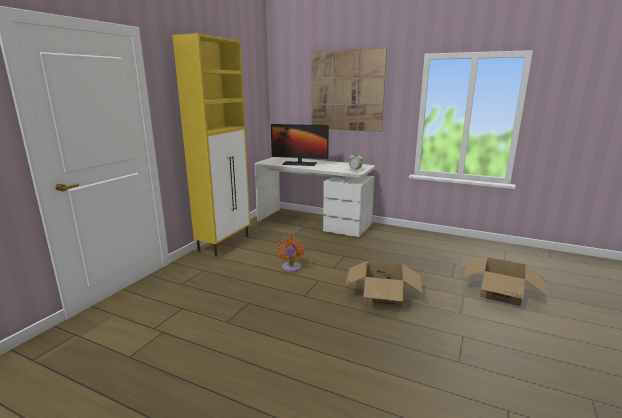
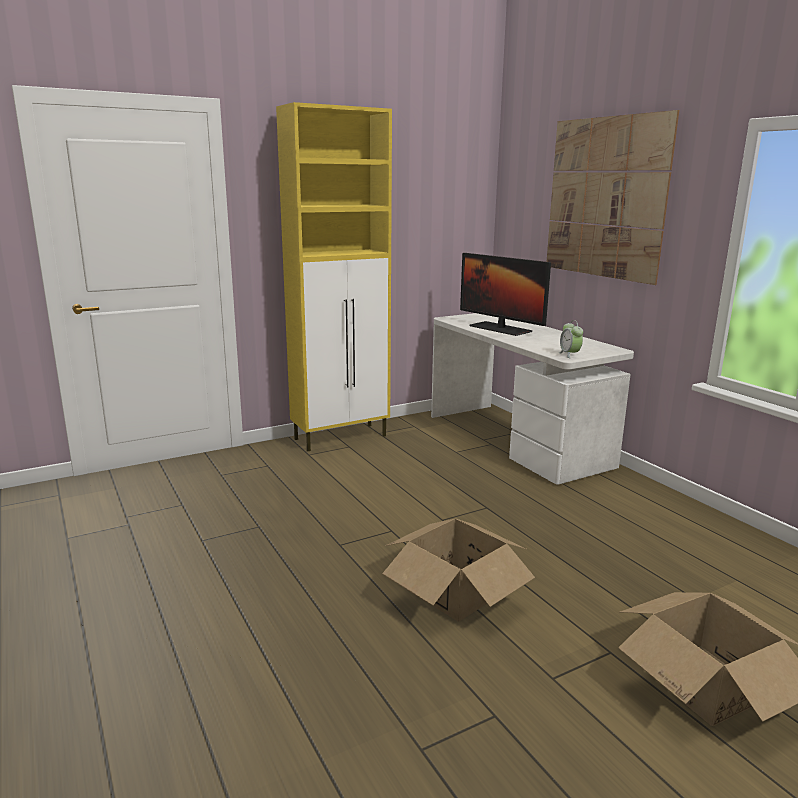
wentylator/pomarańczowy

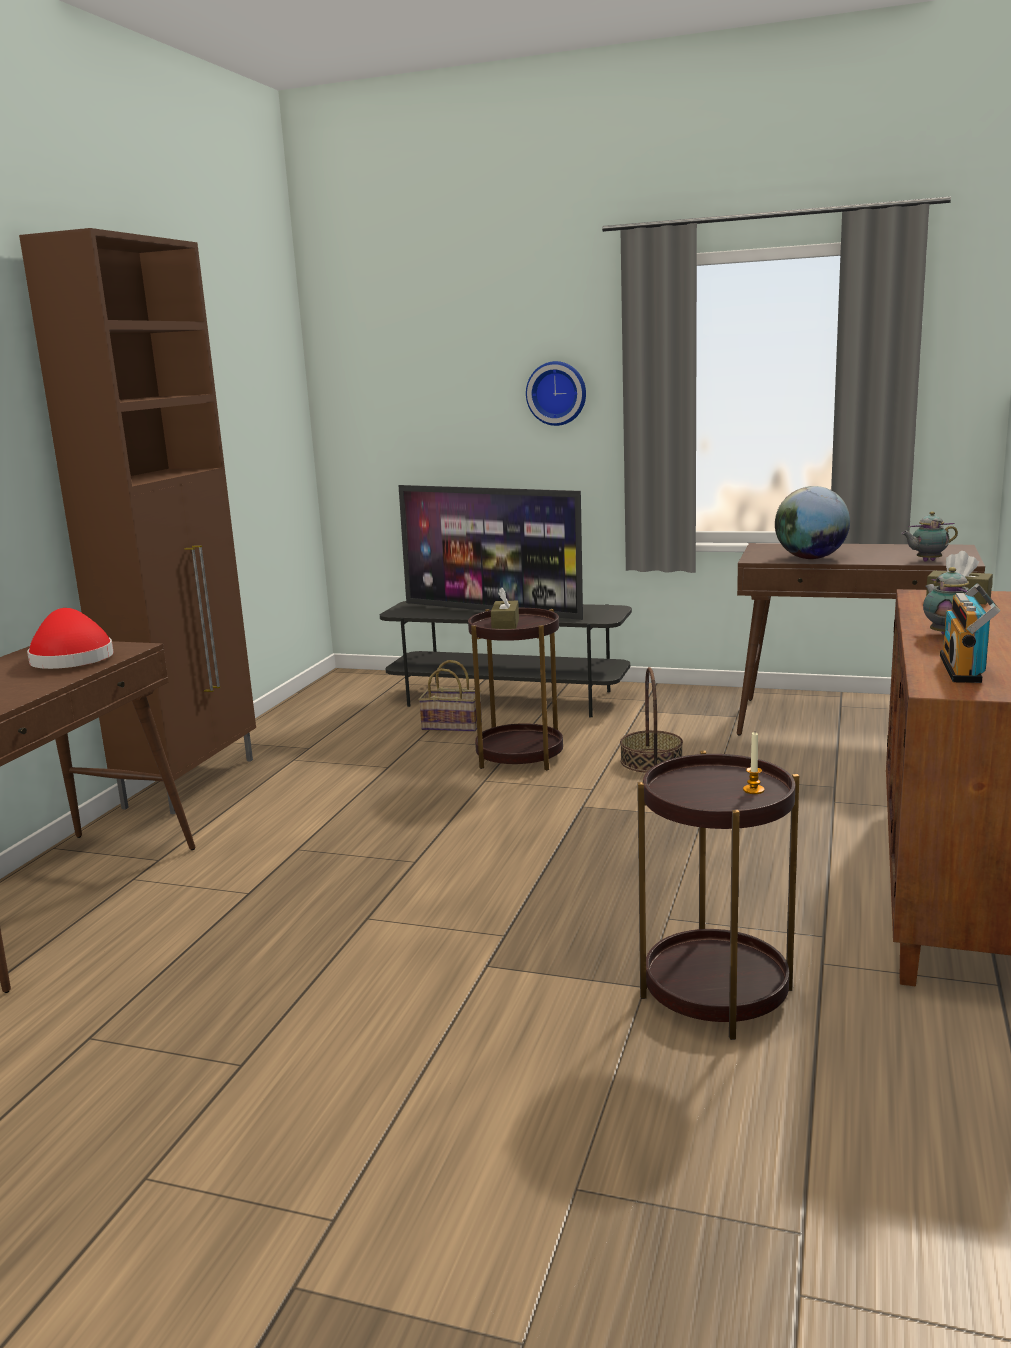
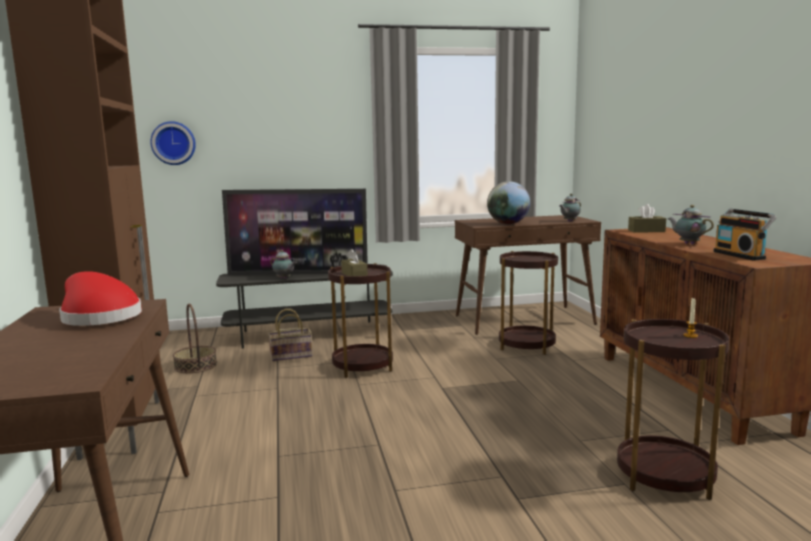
zegar ścienny; koszyk (1st from left); imbryk (1st from left); stolik/brązowy (2nd from left)

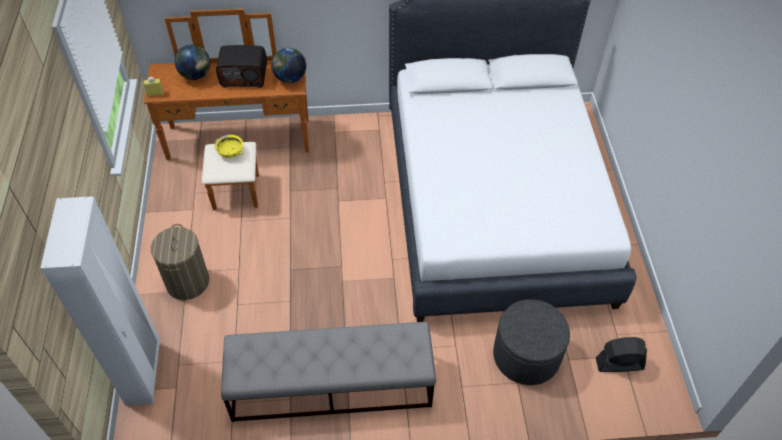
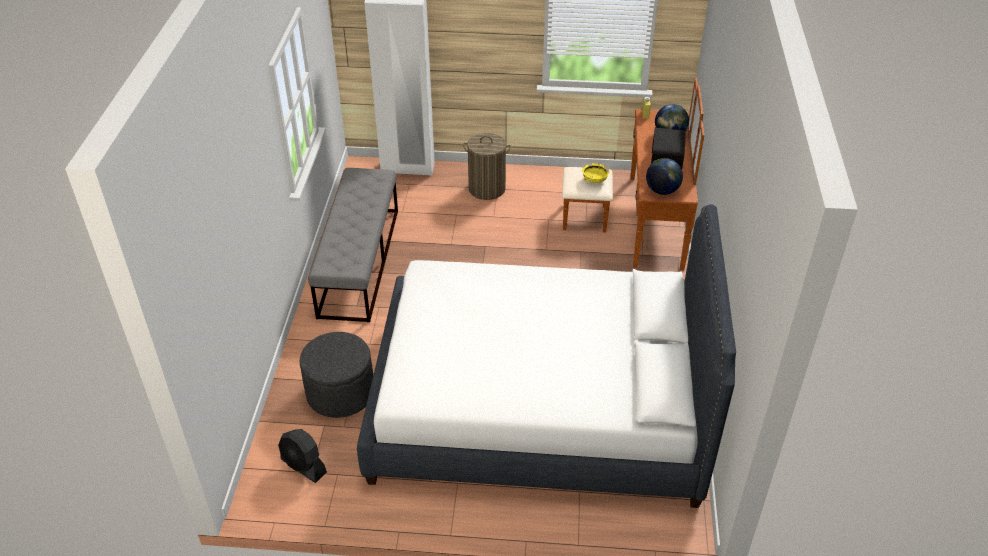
wentylator/czarny

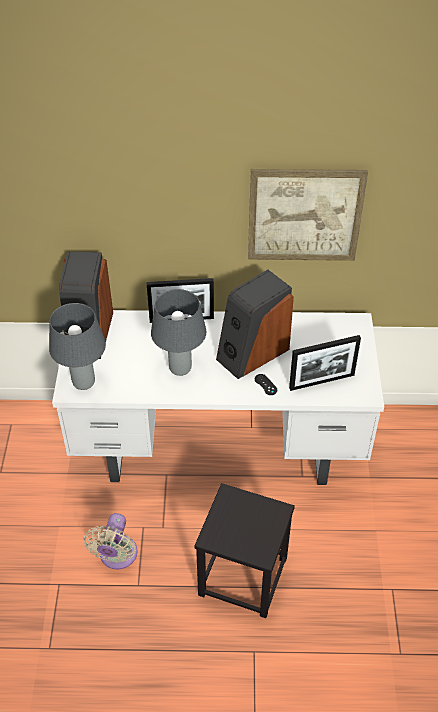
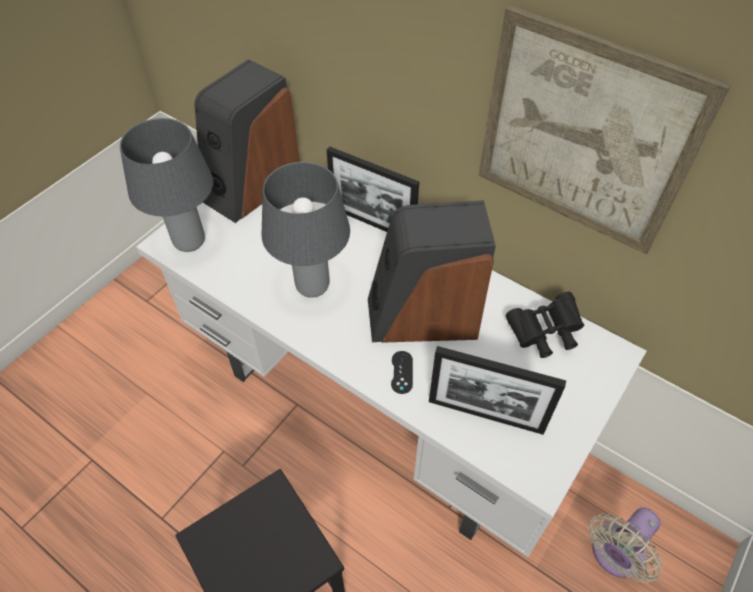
lornetka/czarny; wentylator/beżowy

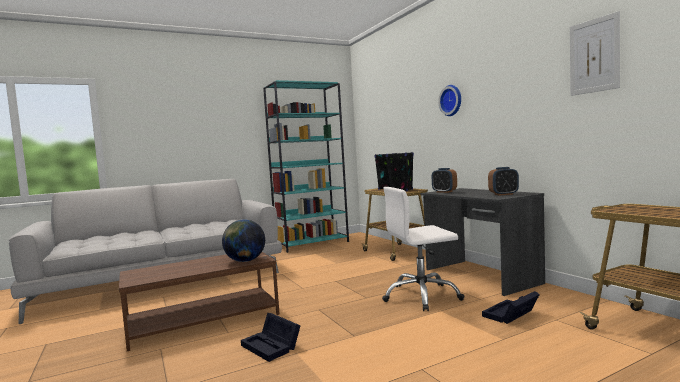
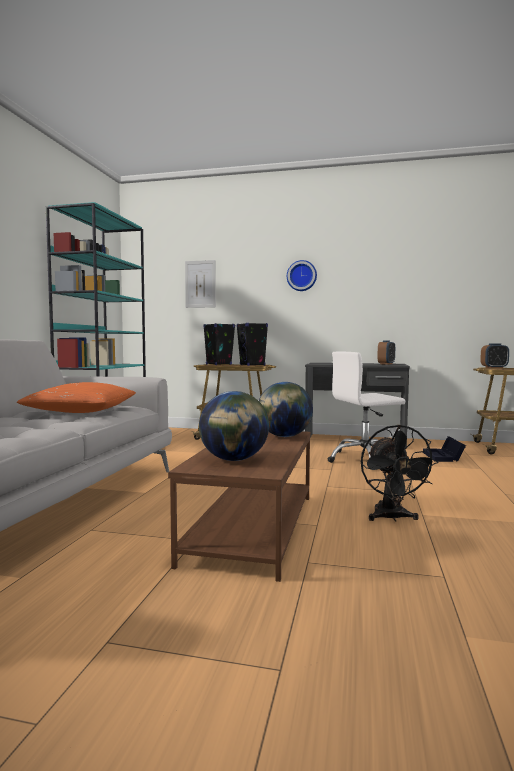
poduszka/pomarańczowy; obraz; globus (1st from left); krzesło biurowe/biały; wentylator/czarny; budzik (2nd from left)

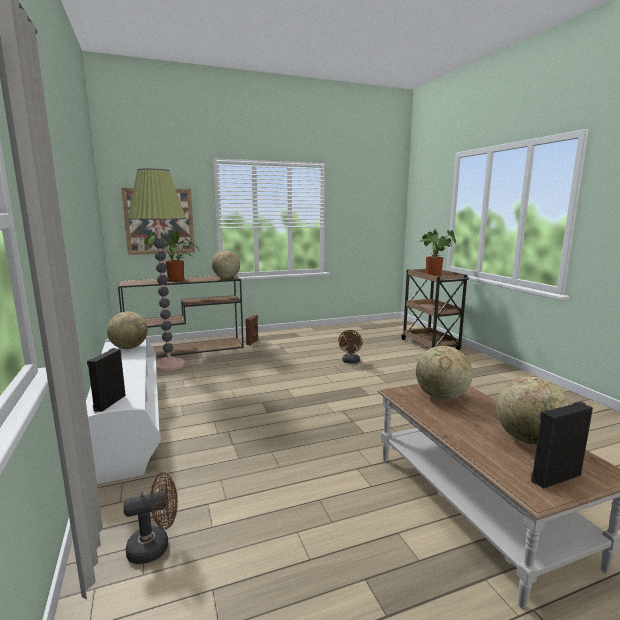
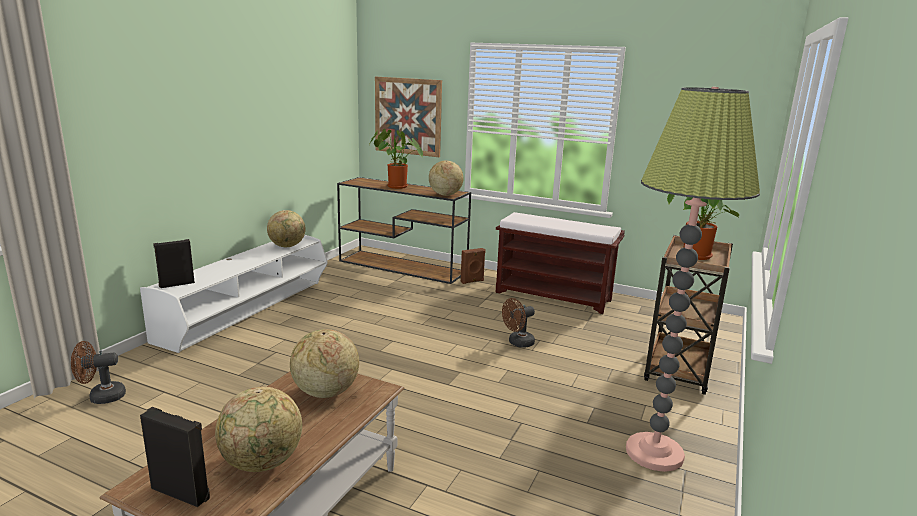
wentylator/brązowy (1st from left); ławka/brązowy; lampa stojąca

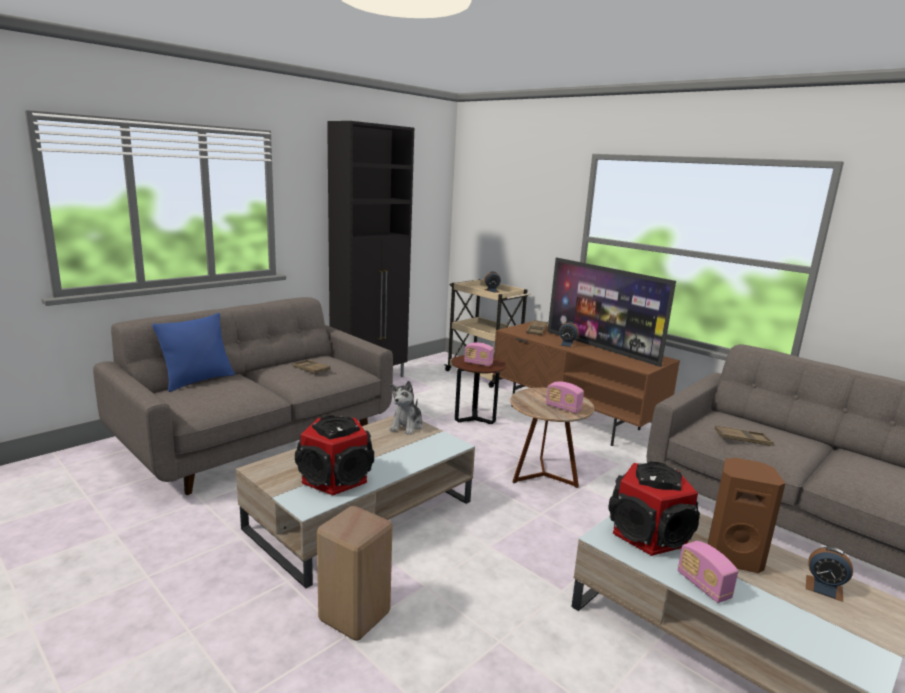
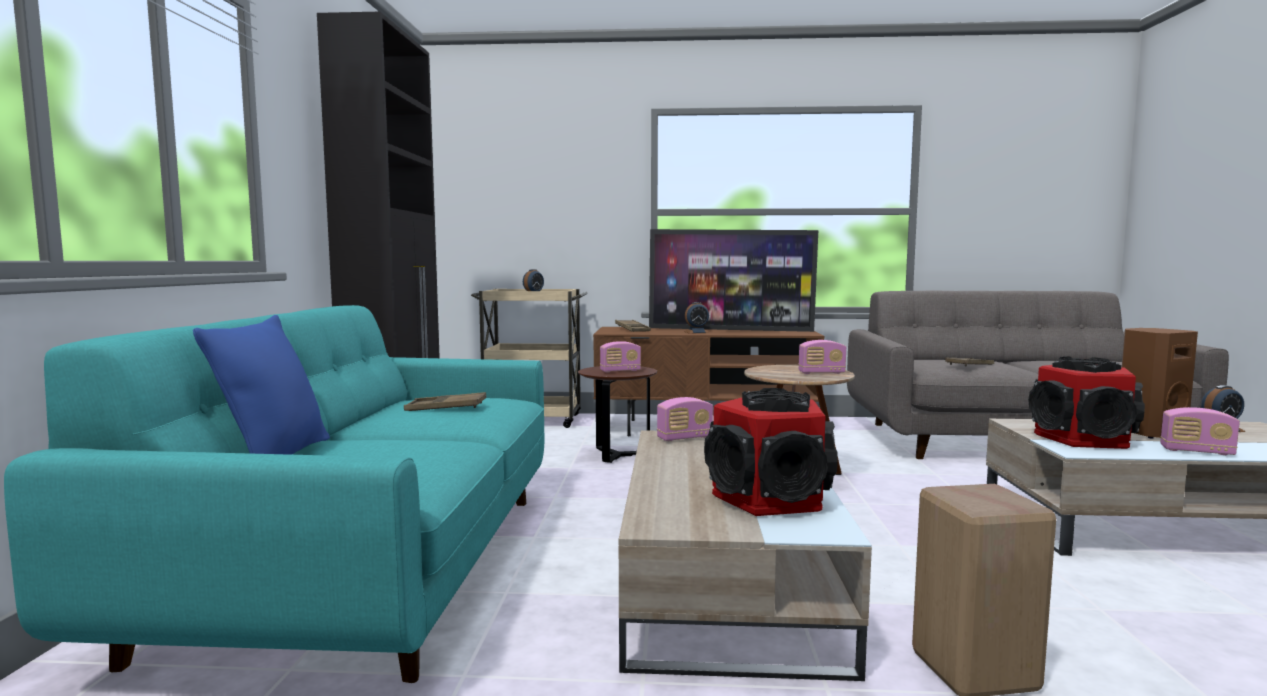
kanapa/turkusowy; radio (2nd from left)

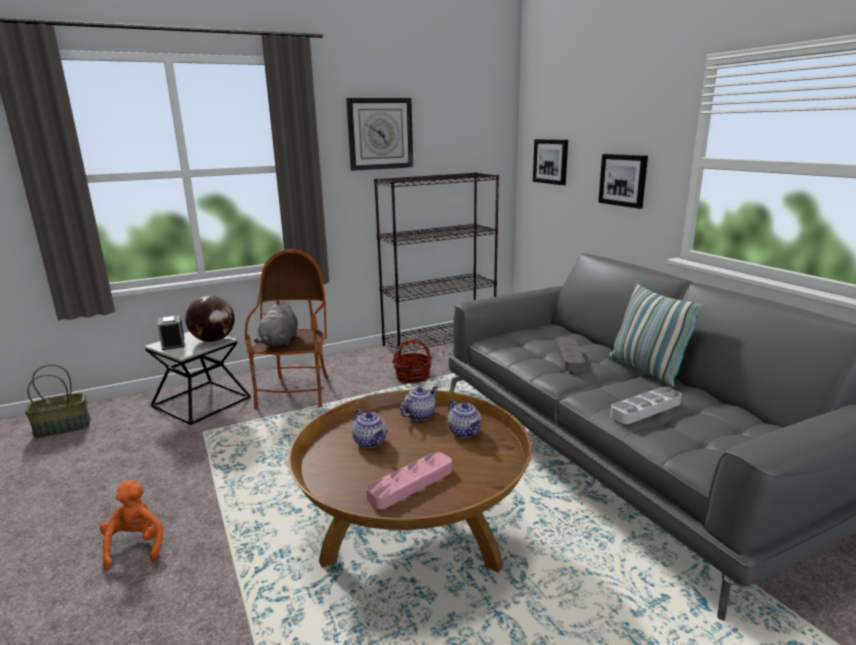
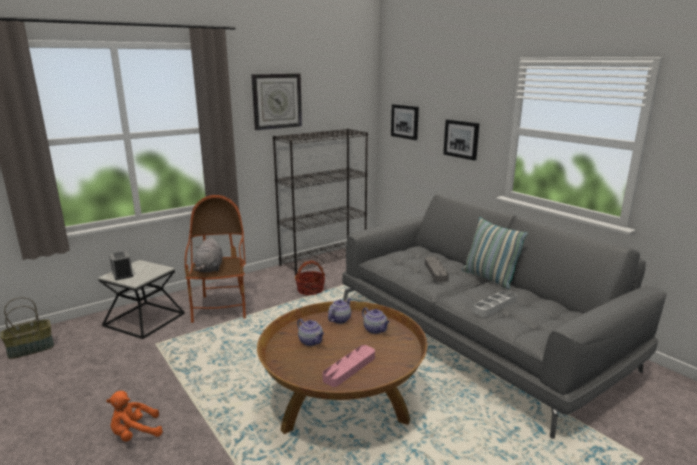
pluszak/pomarańczowy; globus

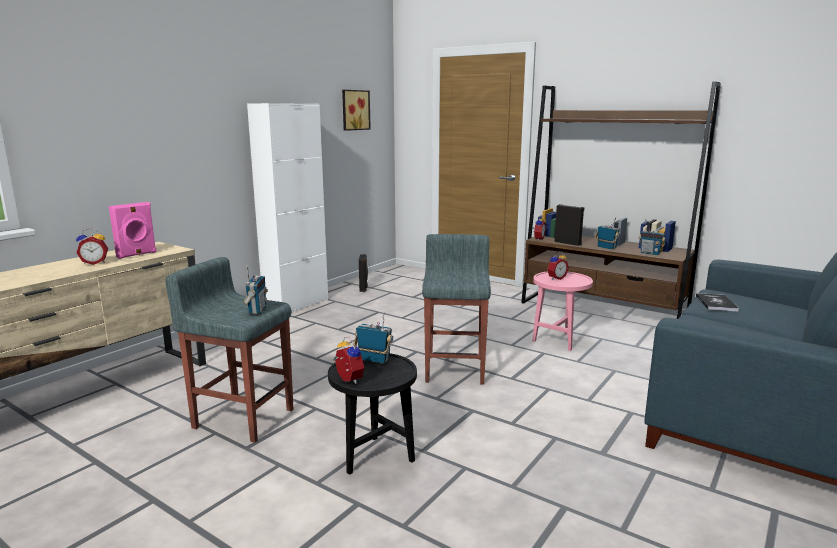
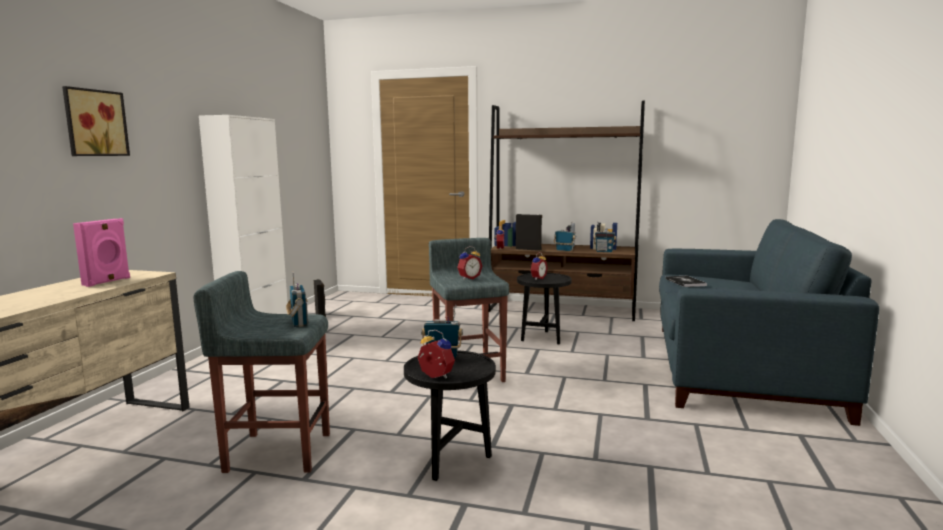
obraz; budzik (2nd from left); stolik/czarny (2nd from left)

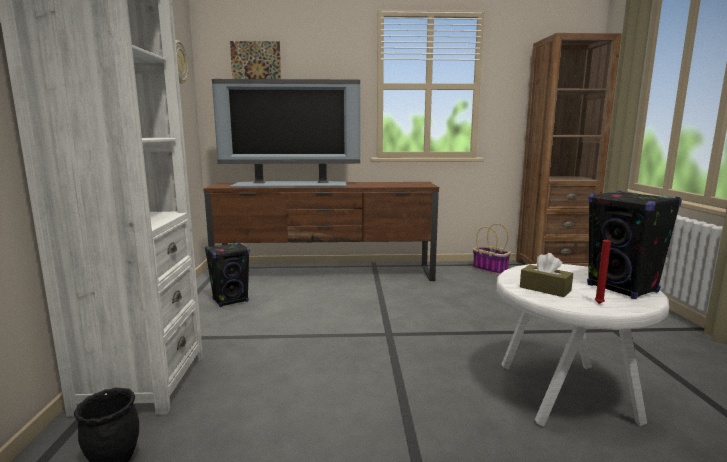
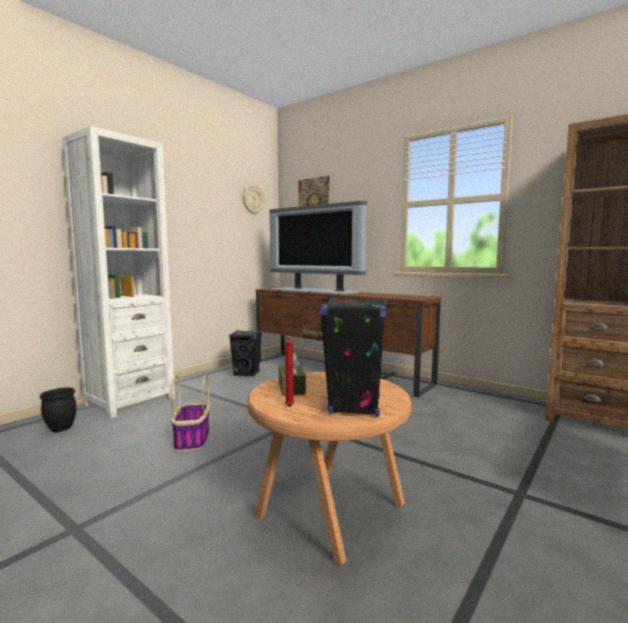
koszyk; stolik/brązowy

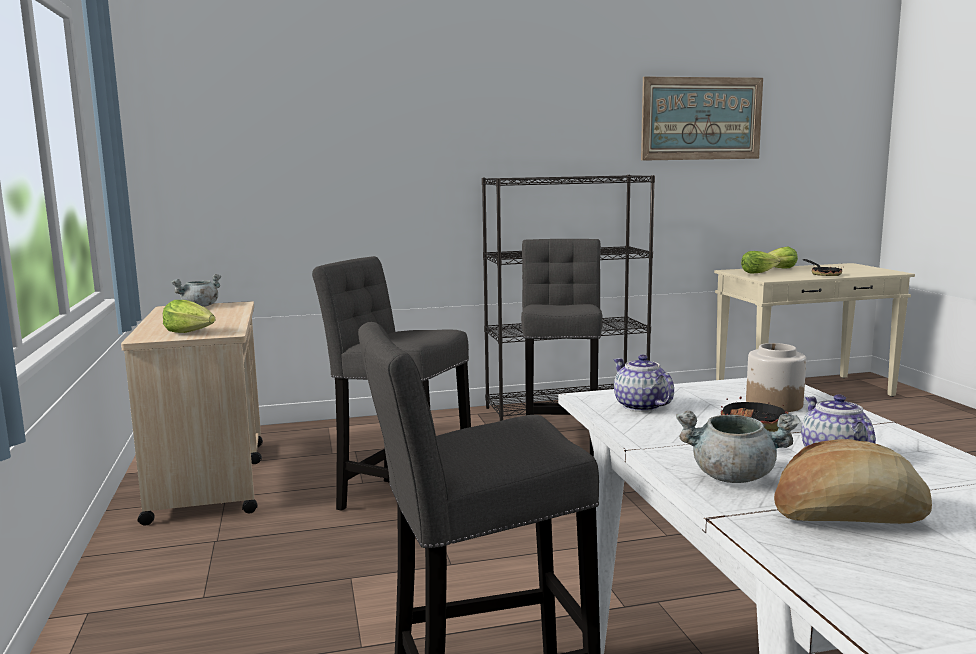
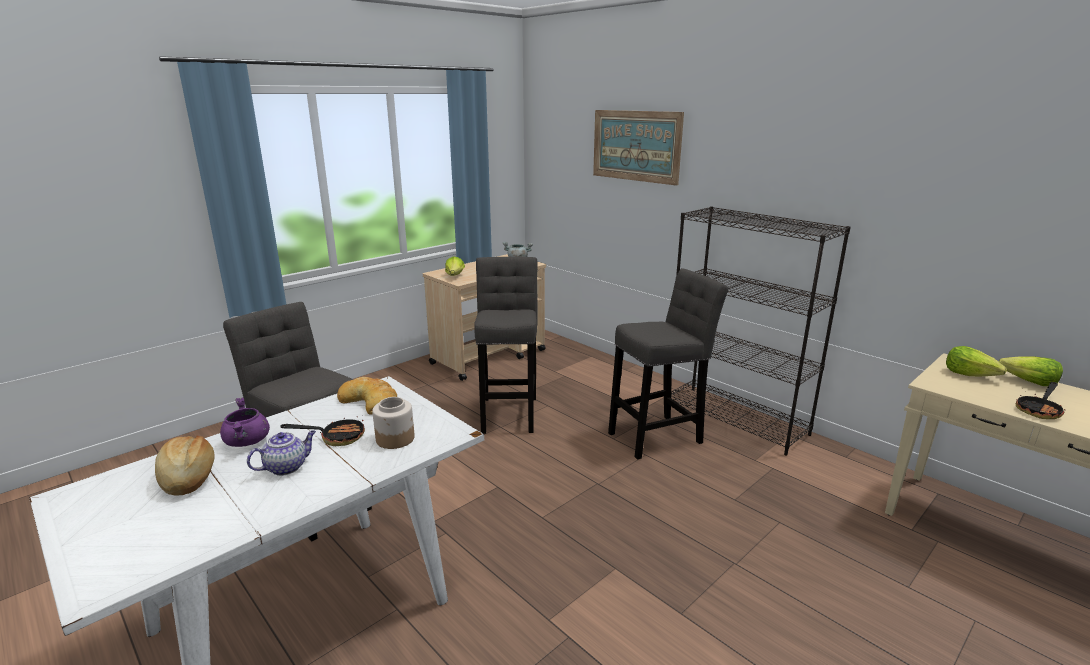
garnek/fioletowy; chleb (2nd from left); obraz

